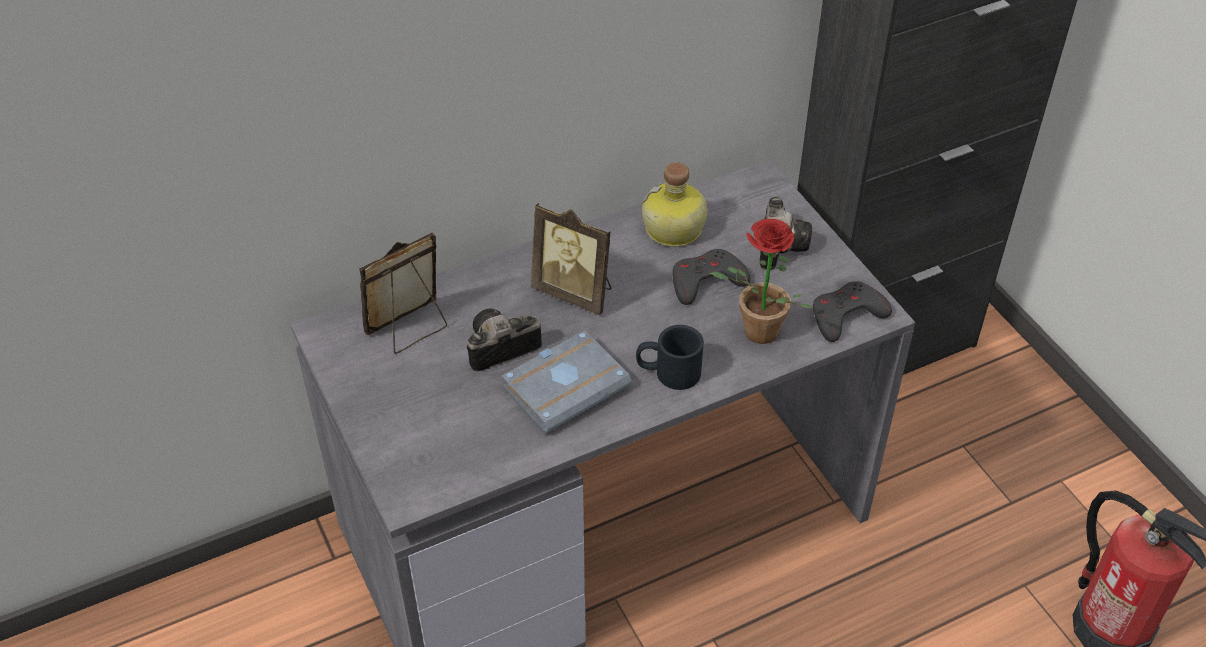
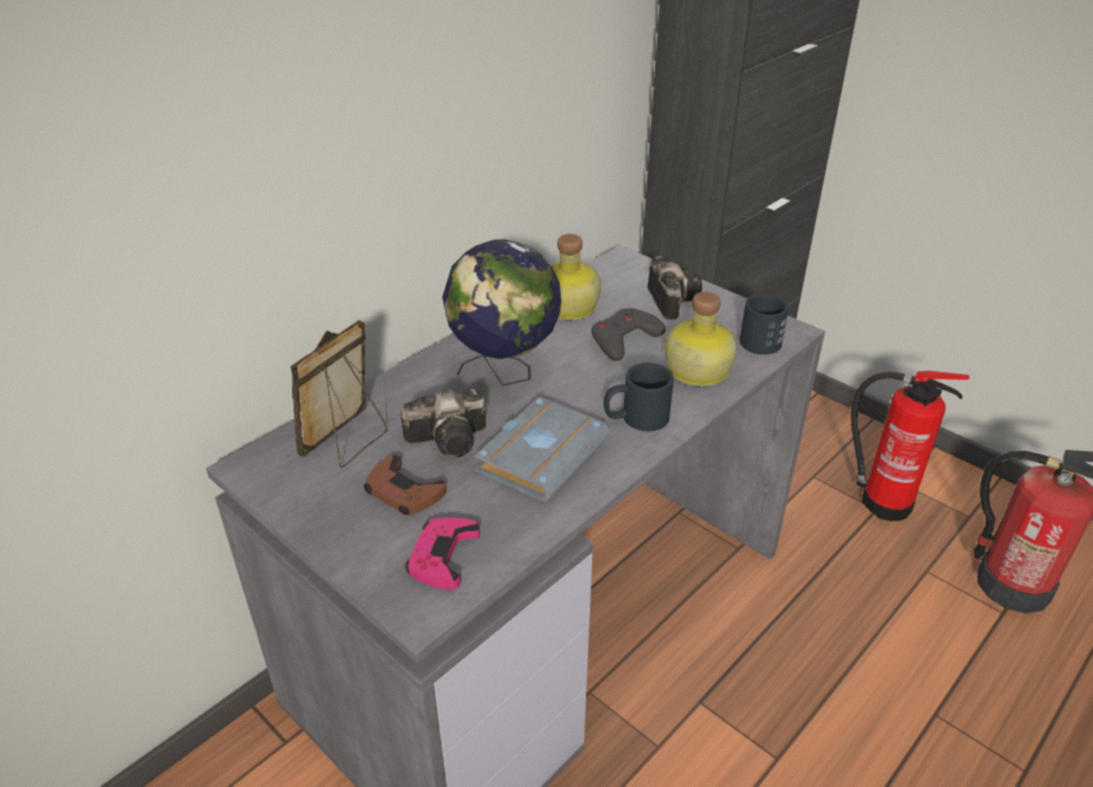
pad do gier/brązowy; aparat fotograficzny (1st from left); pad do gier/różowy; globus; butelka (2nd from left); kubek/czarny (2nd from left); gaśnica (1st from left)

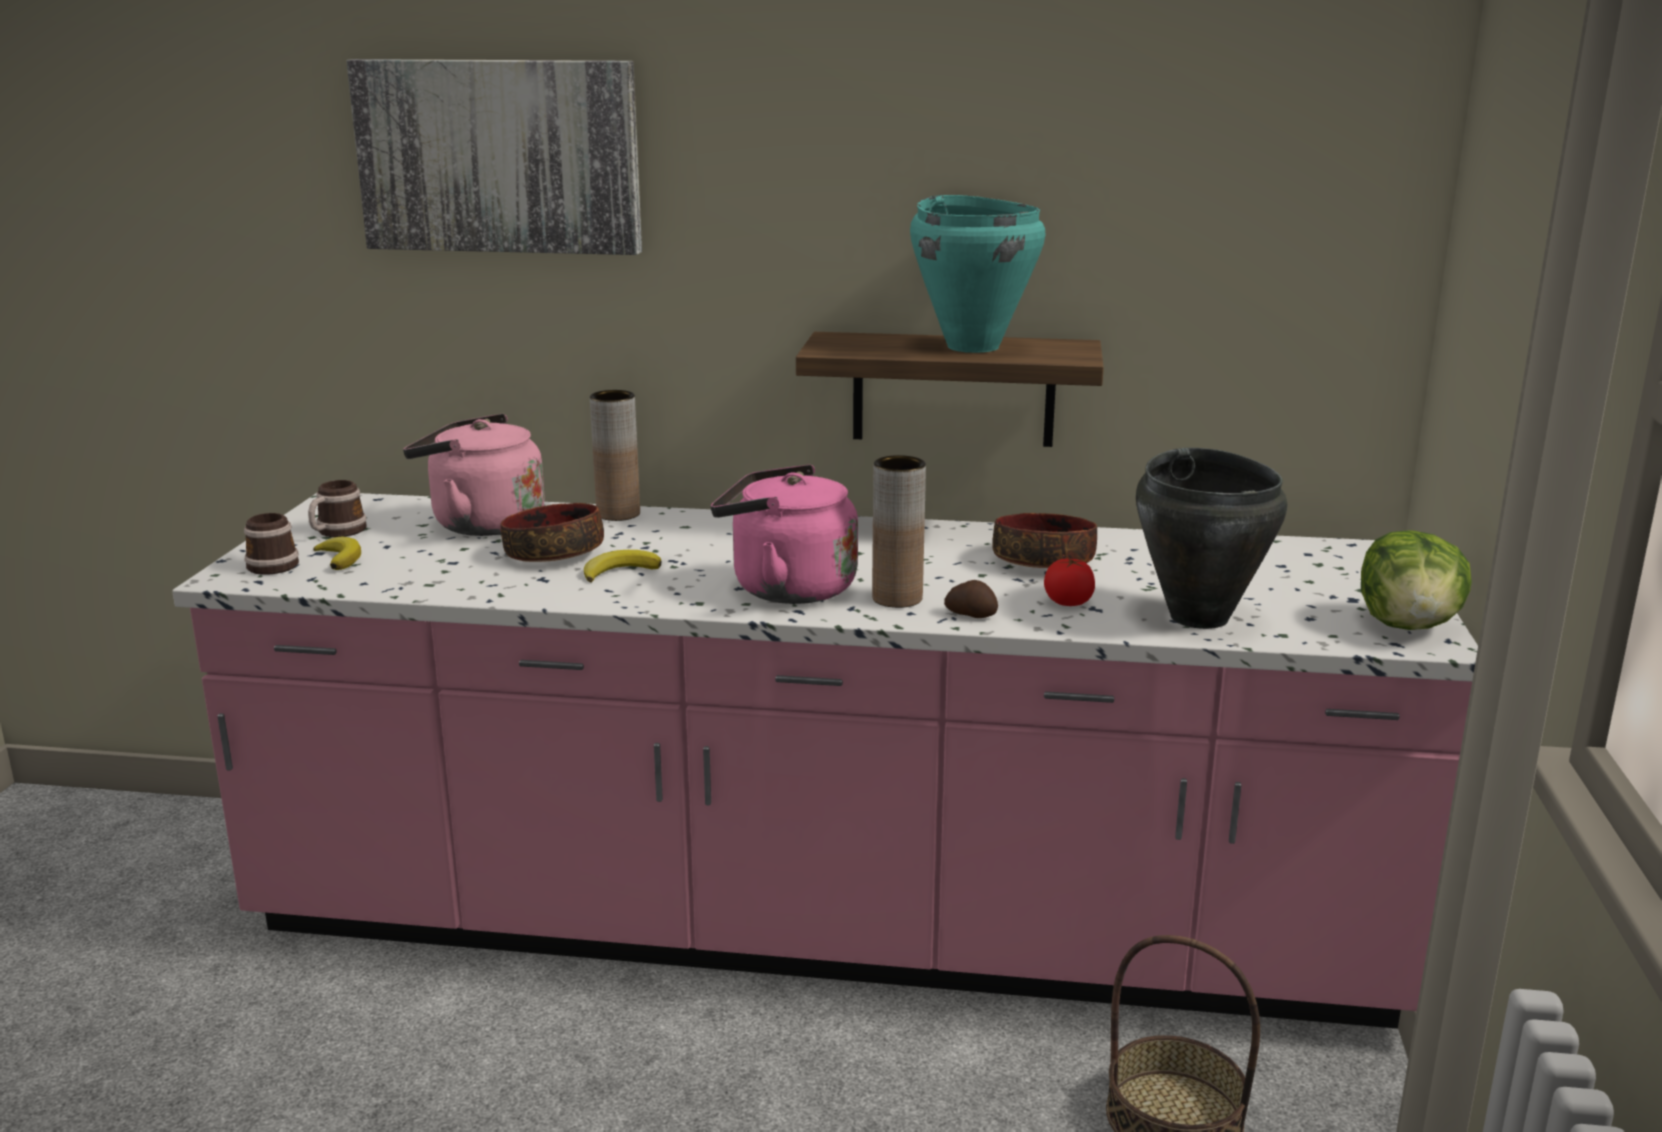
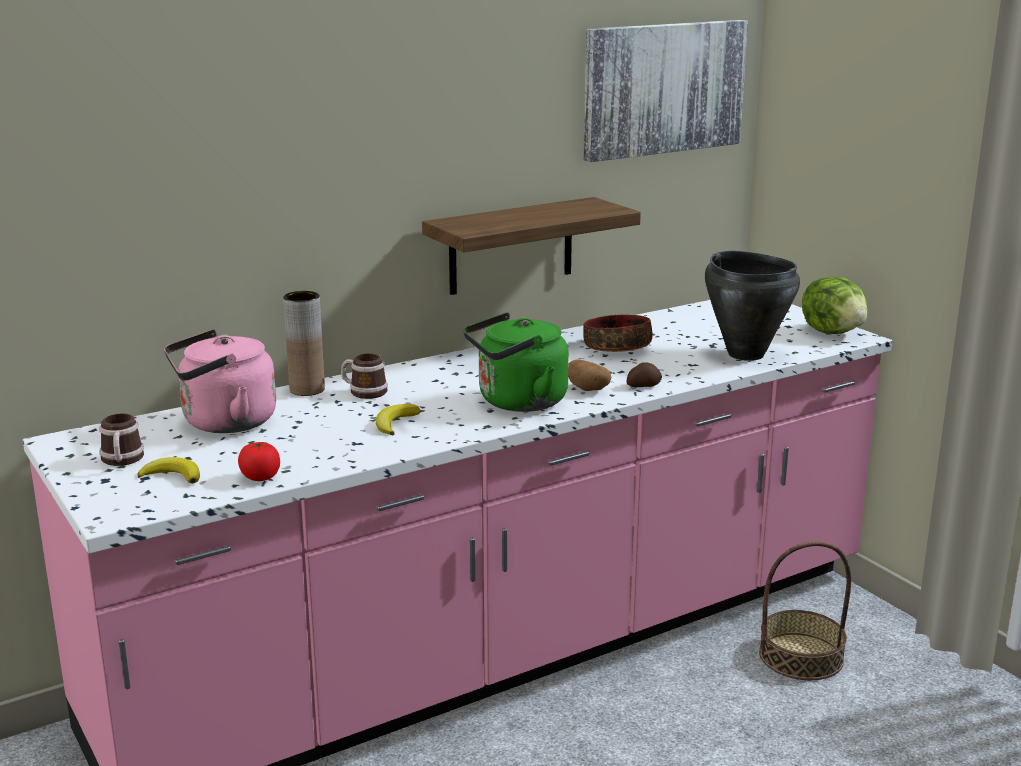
pomidor; kubek (2nd from left); czajnik/zielony; ziemniak (1st from left); obraz; miska (1st from left in the first image); garnek/turkusowy

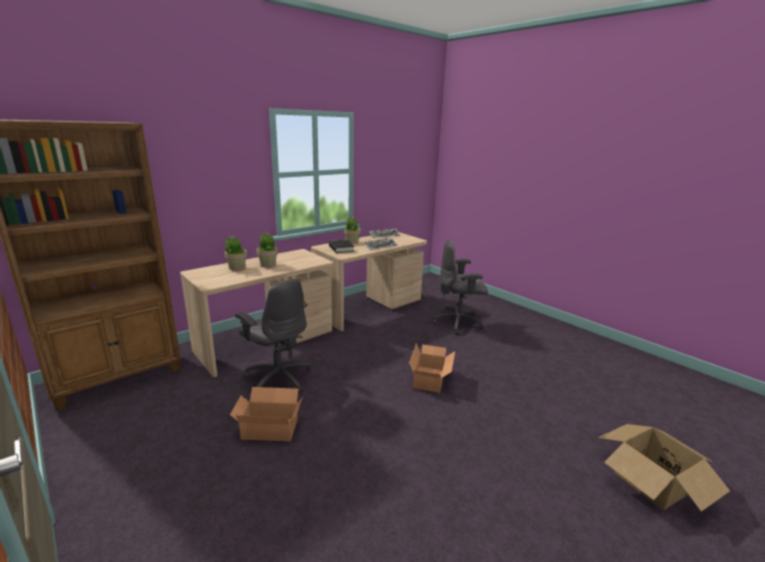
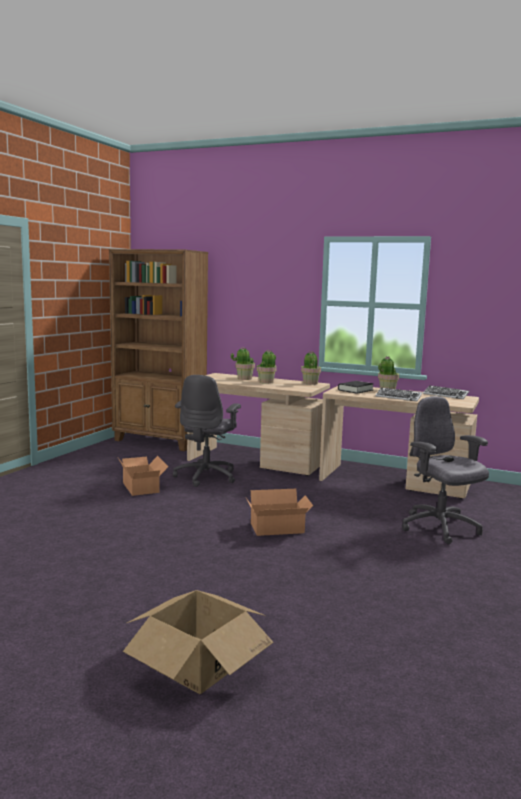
roślina doniczkowa (3rd from left)

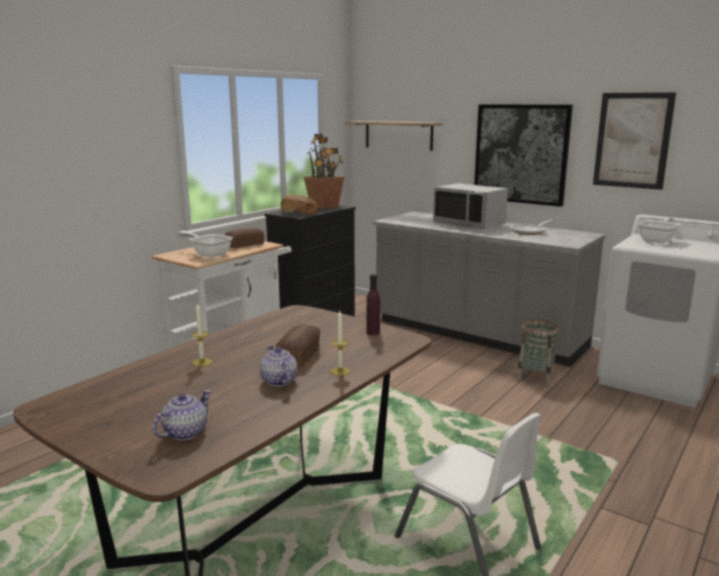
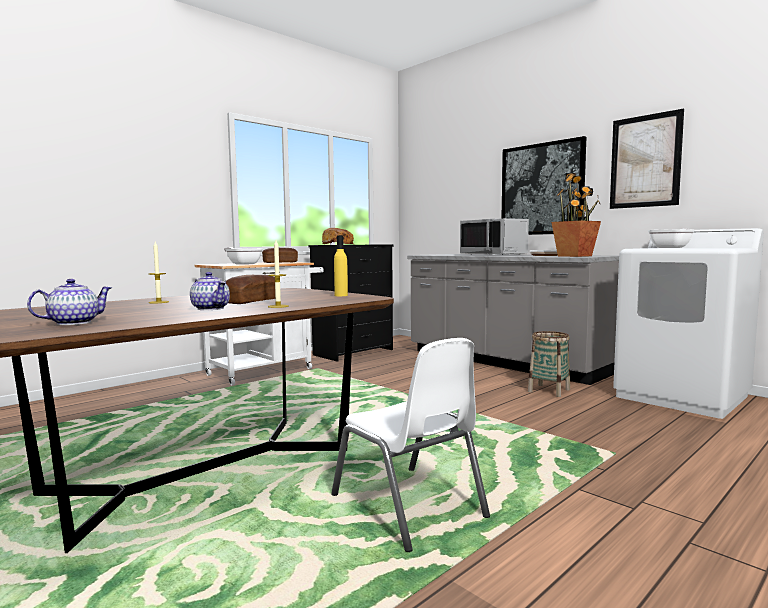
imbryk (2nd from left); butelka/żółty; roślina doniczkowa; półka

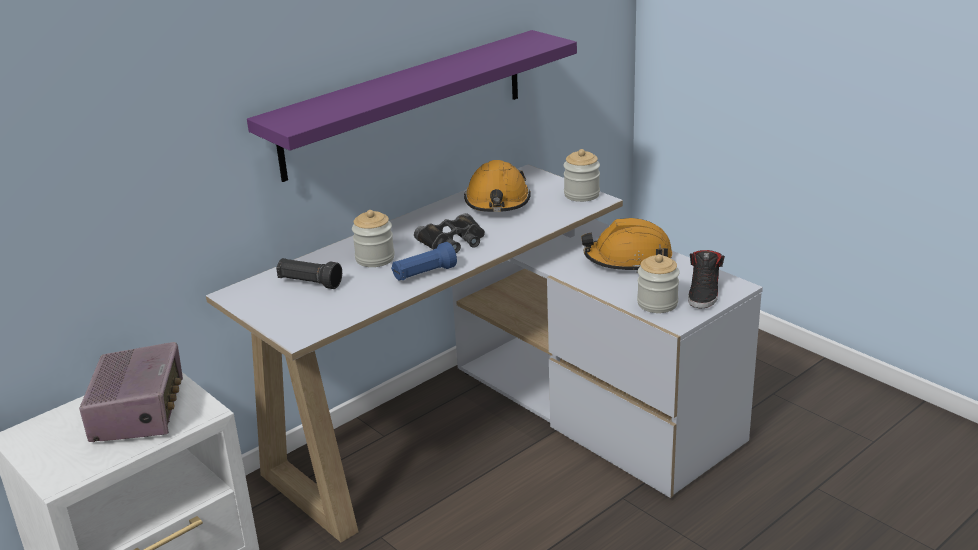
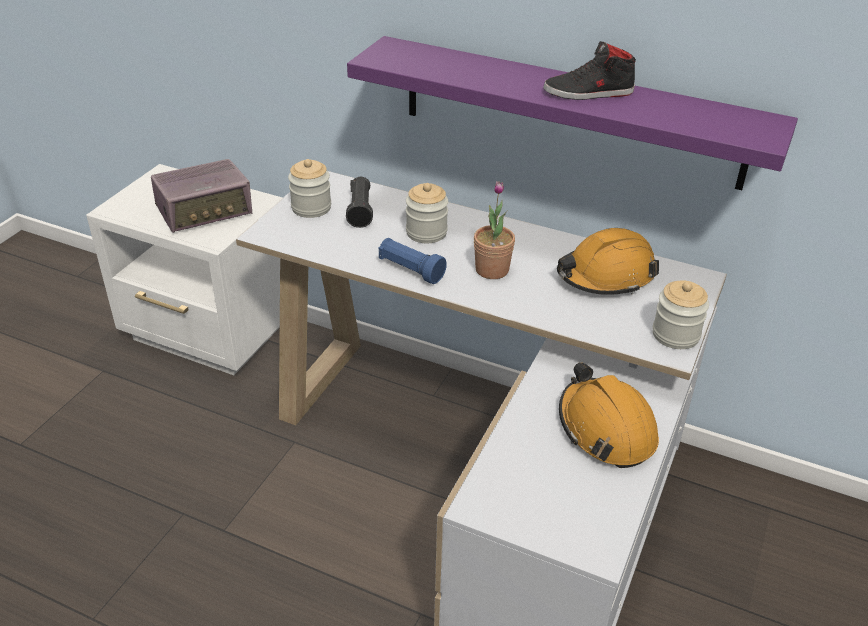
słoik (1st from left); roślina doniczkowa; but/czarny

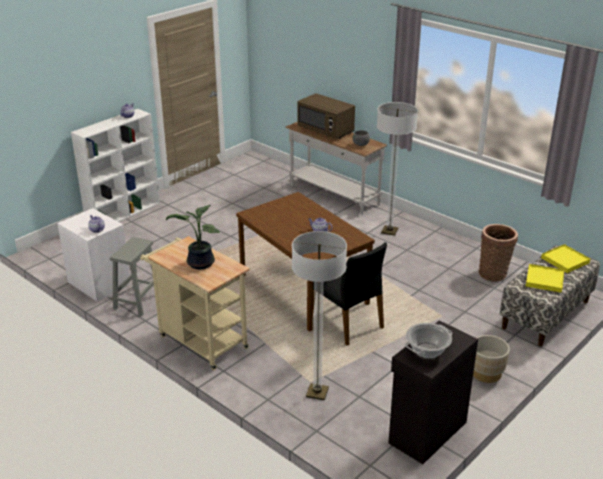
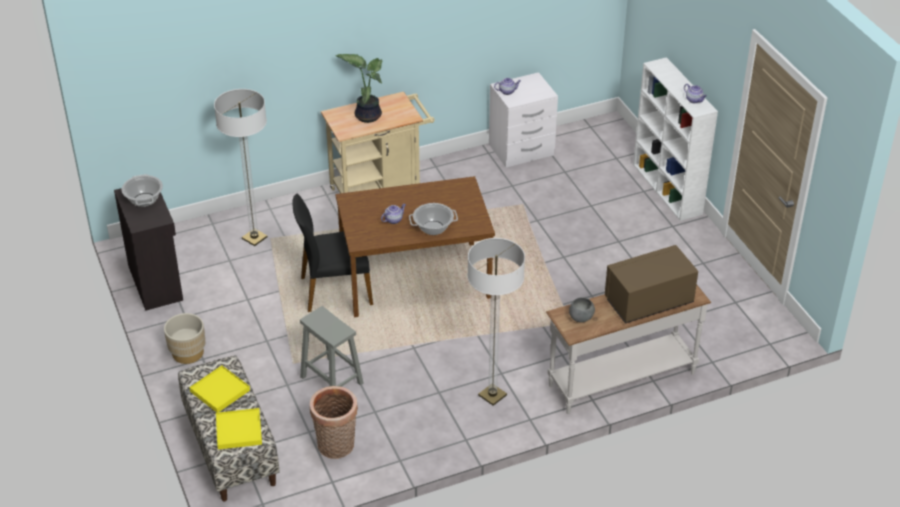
stołek/szary; garnek (2nd from left)

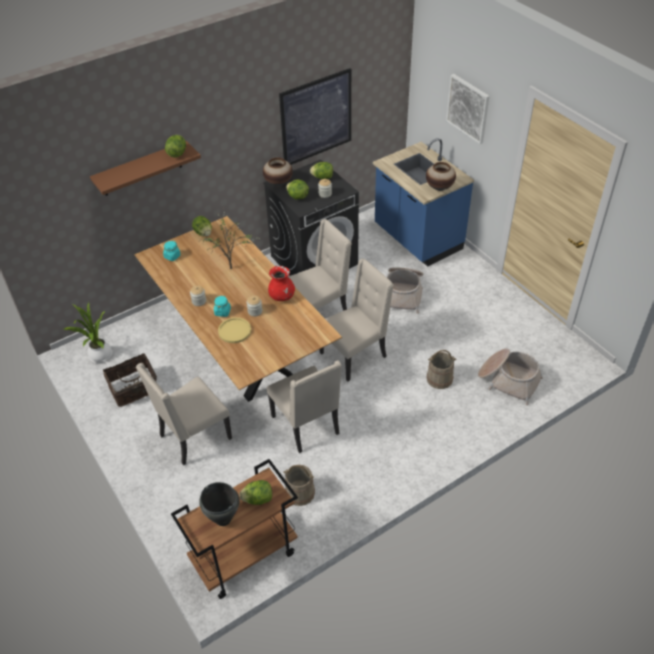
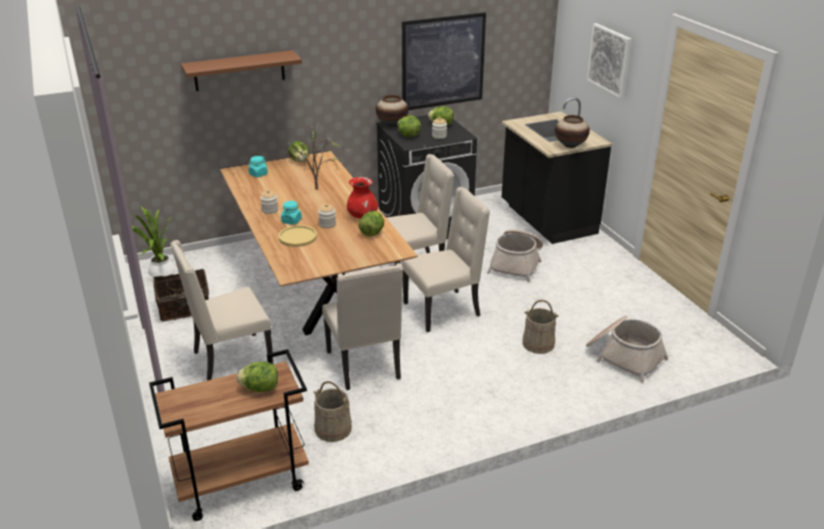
sałata (3rd from left); zabudowa kuchenna/czarny; garnek/czarny

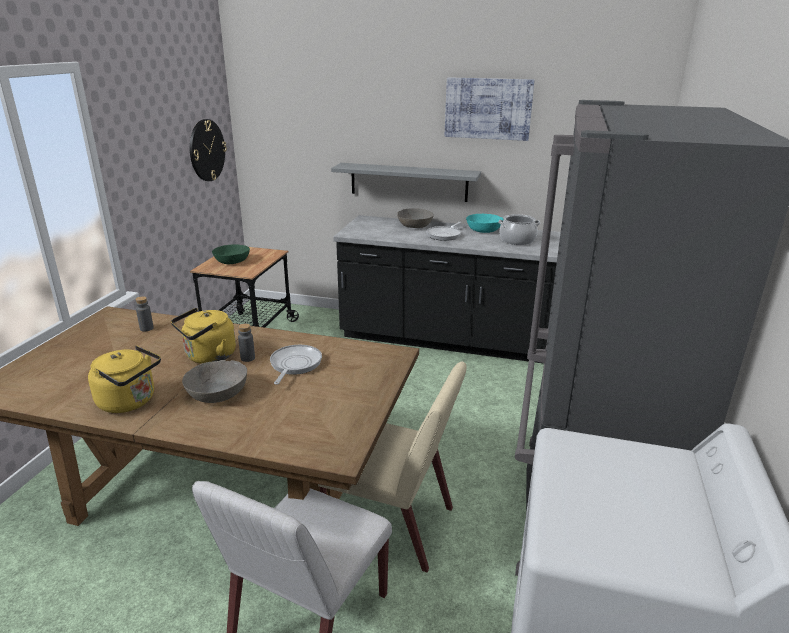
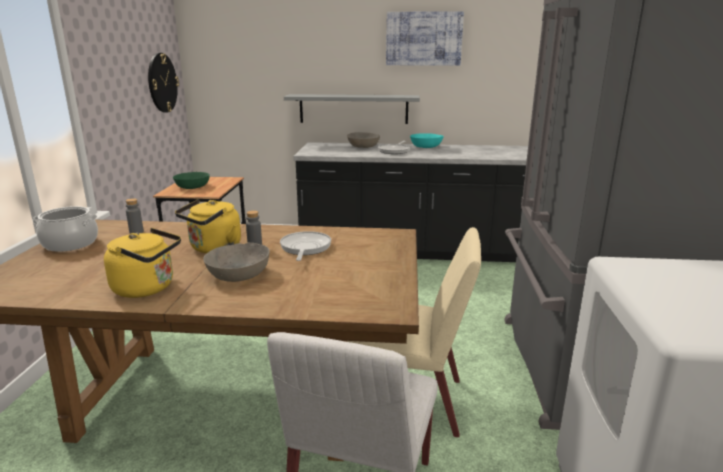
garnek

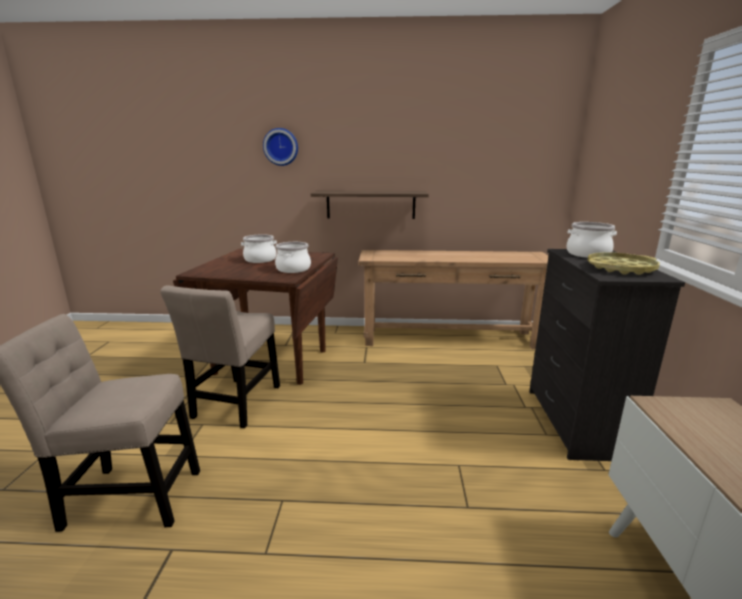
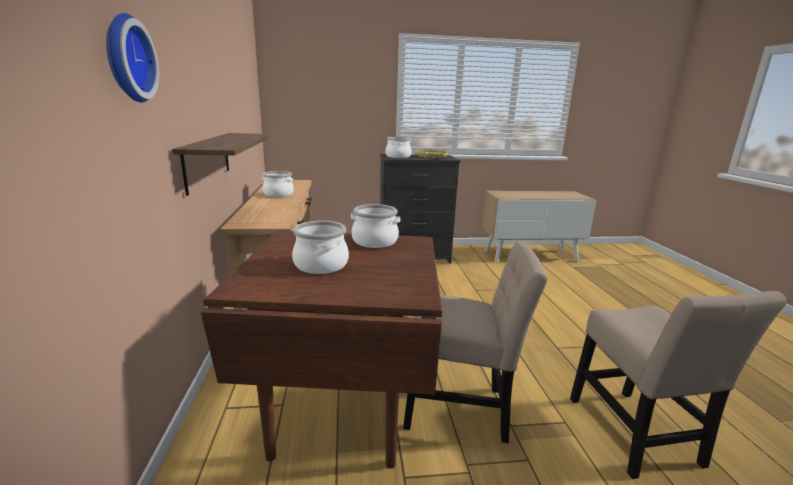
garnek (1st from left)

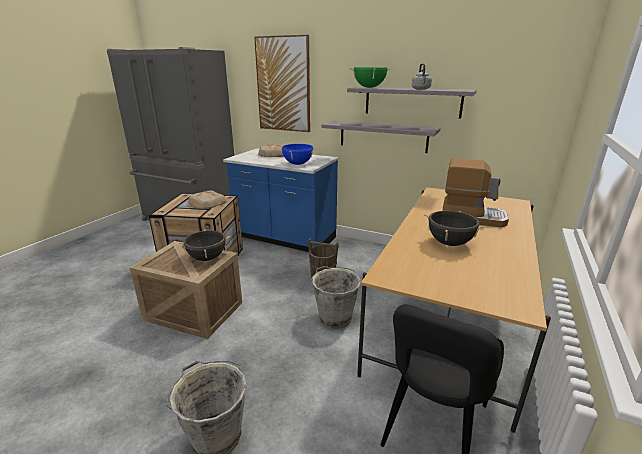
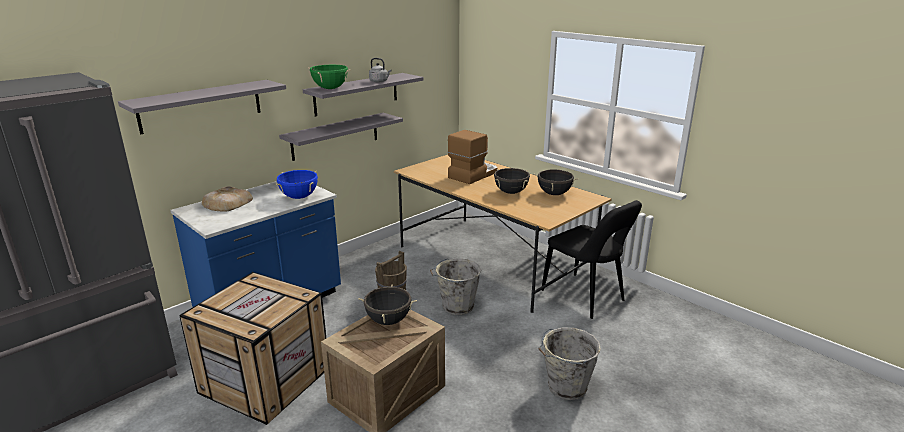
półka/szary (1st from left); garnek/czarny (3rd from left); chleb (1st from left in the first image)

